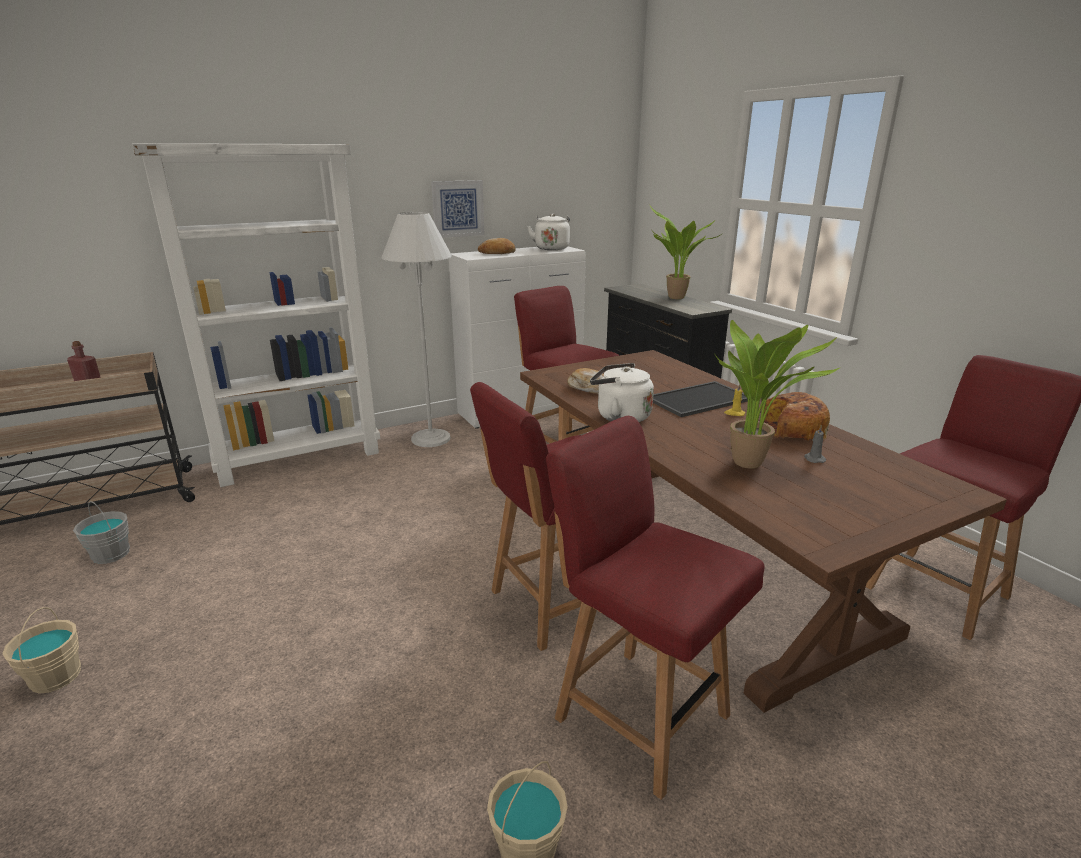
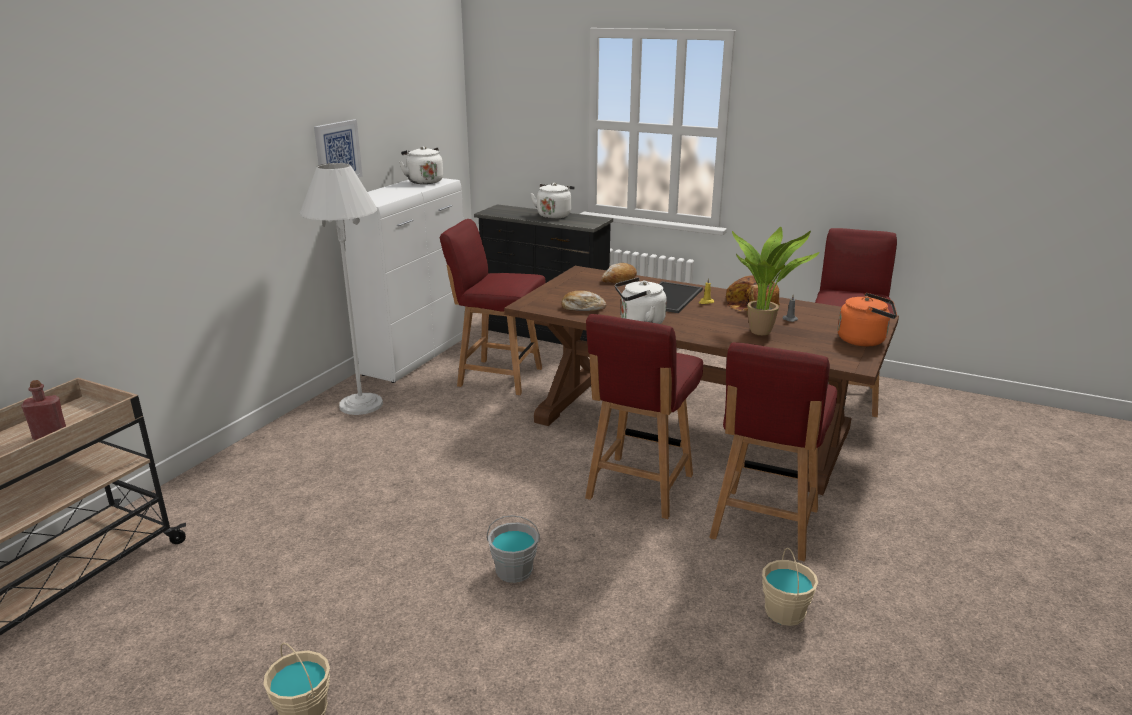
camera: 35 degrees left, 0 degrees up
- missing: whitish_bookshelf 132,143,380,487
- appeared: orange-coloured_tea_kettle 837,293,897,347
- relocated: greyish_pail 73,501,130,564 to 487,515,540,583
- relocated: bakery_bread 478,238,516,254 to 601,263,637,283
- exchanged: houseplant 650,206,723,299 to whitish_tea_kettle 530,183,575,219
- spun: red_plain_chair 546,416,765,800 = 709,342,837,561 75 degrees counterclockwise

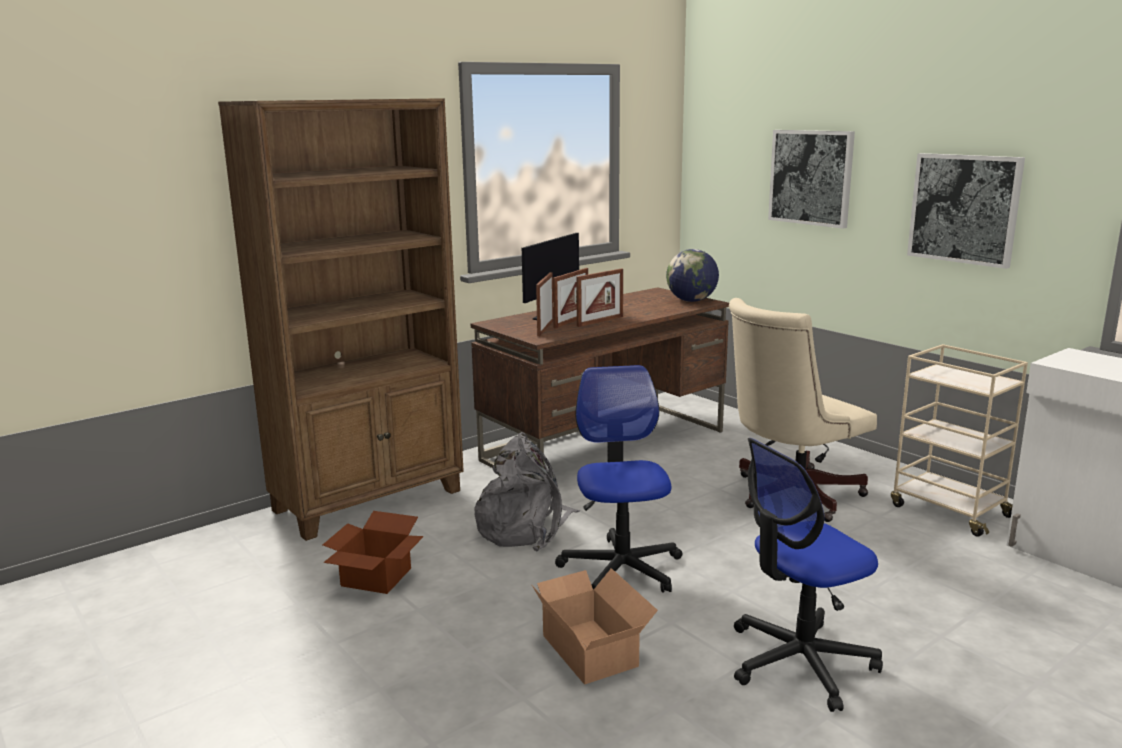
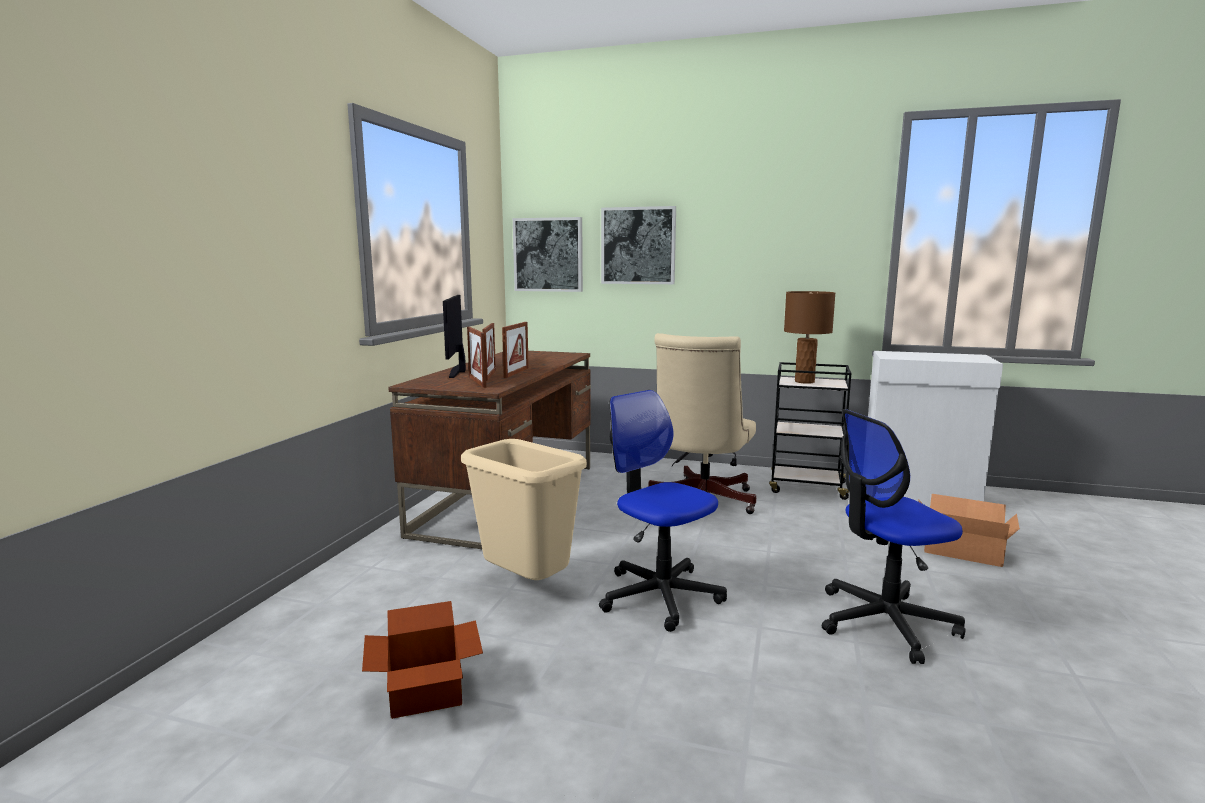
camera: 35 degrees left, 5 degrees down
- missing: brown_bookshelf 218,98,464,541
- missing: desk_globe 666,249,719,302
- appeared: brown_table_lamp 784,291,835,384
- relocated: cardboard_box 532,568,658,685 to 918,494,1020,567
- relocated: picture 907,153,1025,269 to 513,217,583,292
- exchanged: greyish_backpack 474,432,580,551 to beige-coloured_waste_bin 461,439,587,580
- colour: beige-coloured_trolley 891,344,1028,537 to blackish_trolley 769,362,852,500
- spun: computer_chair 734,438,883,712 = 822,409,965,664 45 degrees clockwise

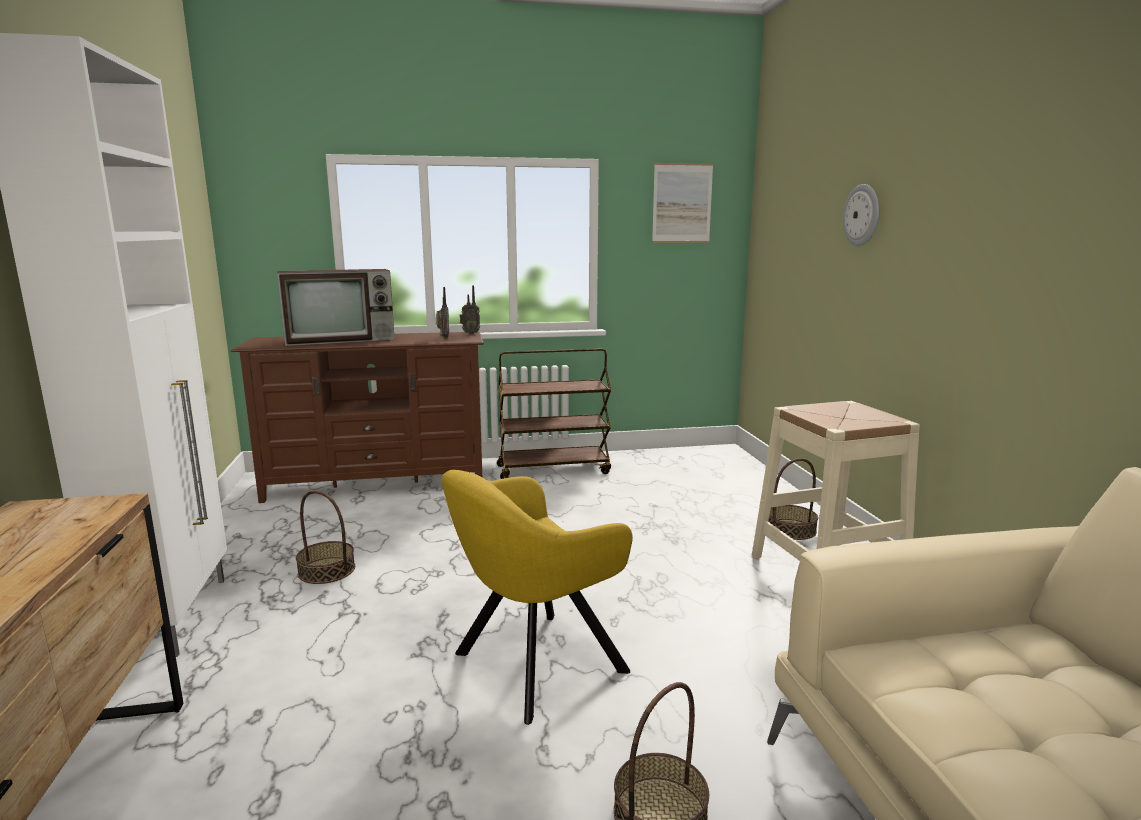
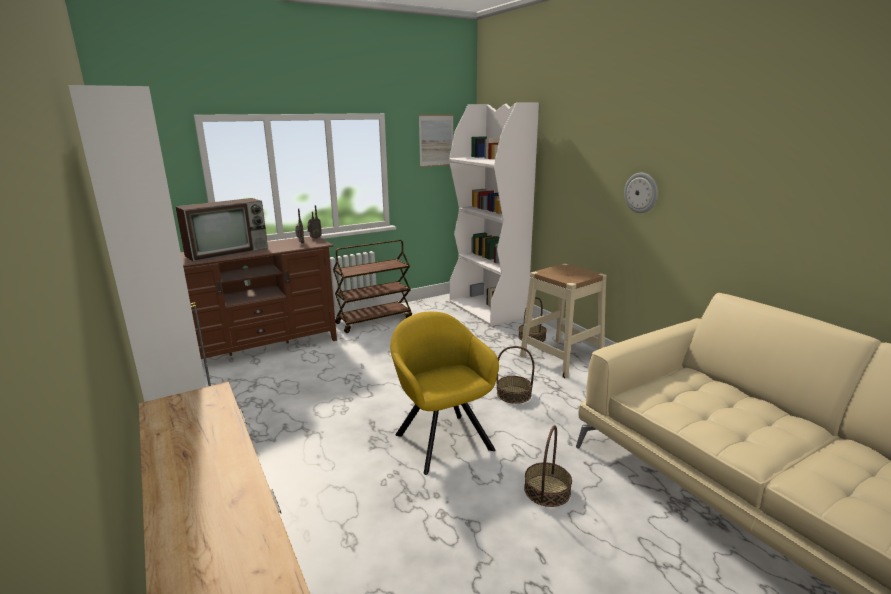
camera: 20 degrees left, 5 degrees up
- appeared: whitish_bookshelf 449,102,539,326
- relocated: household_basket 296,490,355,584 to 496,346,534,404
- relocated: clock_on_the_wall 843,184,879,246 to 624,173,658,213
- spun: yellow_easy_chair 441,470,633,725 = 390,312,499,475 120 degrees clockwise

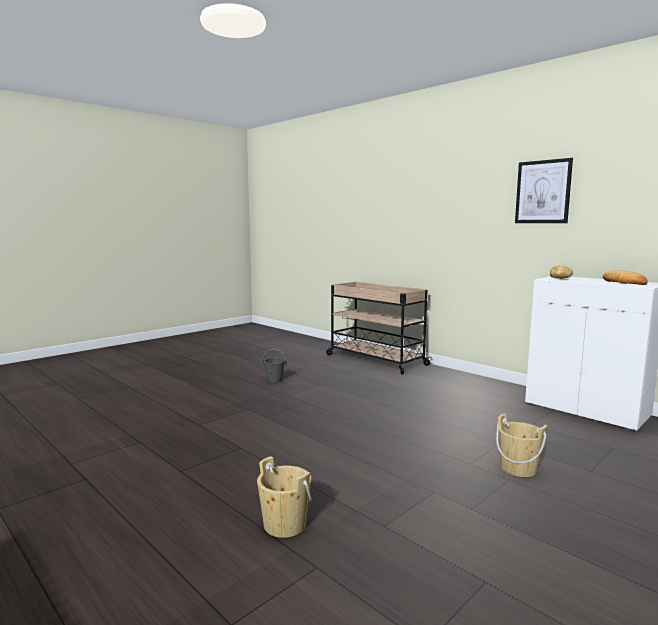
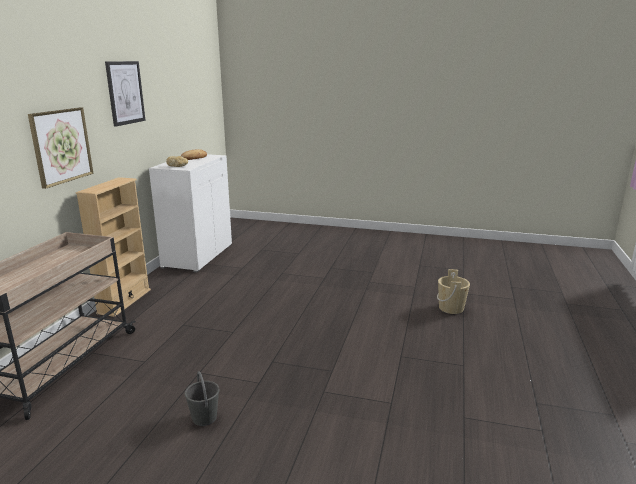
camera: 120 degrees left, 10 degrees up
- missing: beige-coloured_pail 496,413,547,477
- appeared: picture 28,107,93,189
- appeared: beige-coloured_bookshelf 76,177,151,317

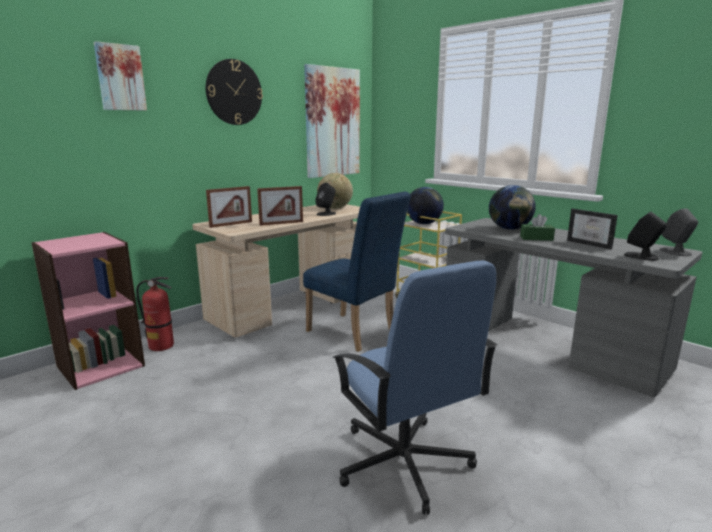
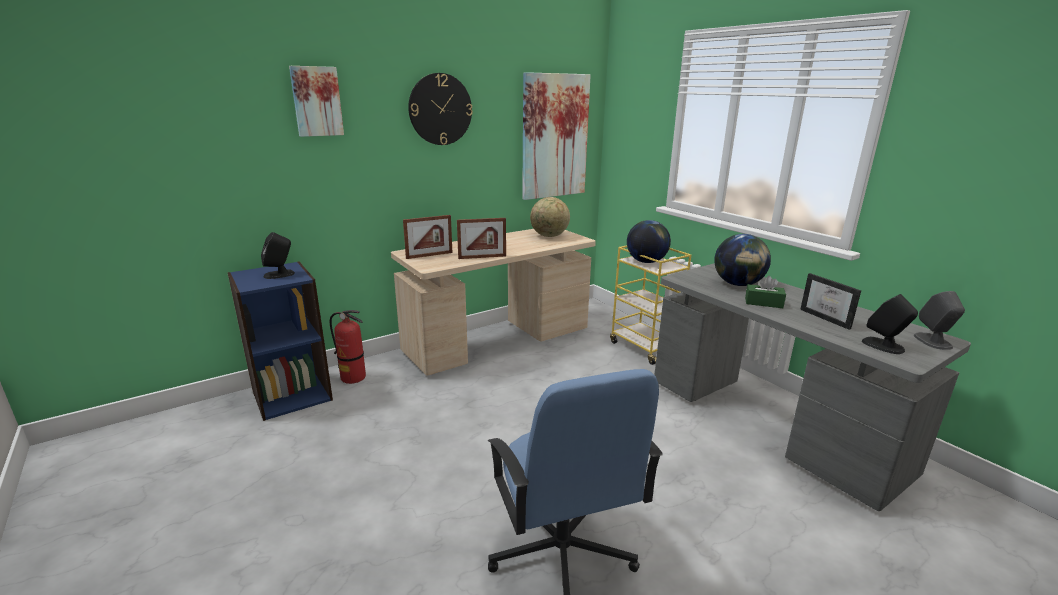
camera: 10 degrees right, 5 degrees up
- missing: bluish_plain_chair 303,192,411,352
- relocated: blackish_speaker 315,183,336,216 to 261,232,295,279
- colour: pinkish_bookshelf 31,232,145,390 to bluish_bookshelf 228,261,333,421

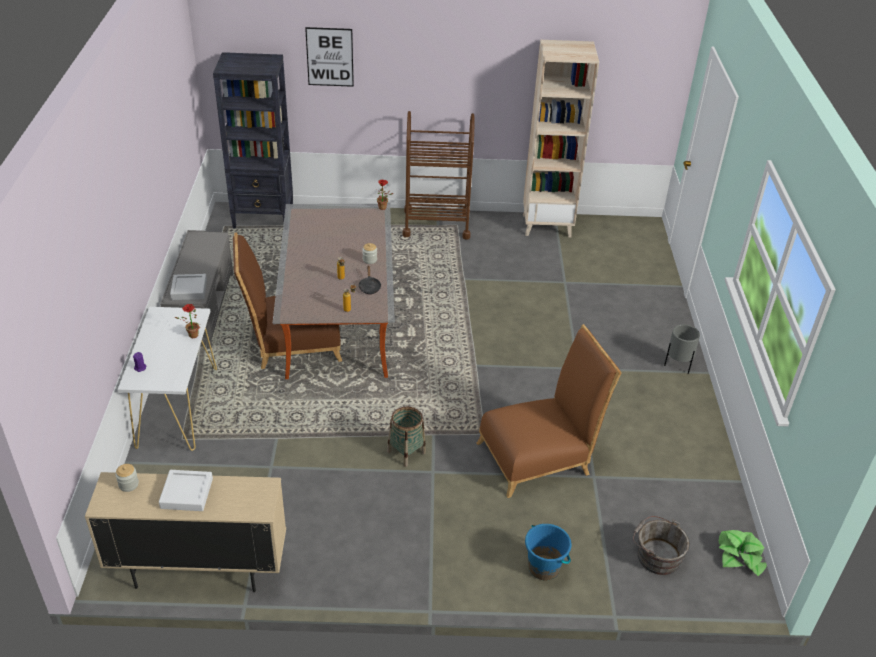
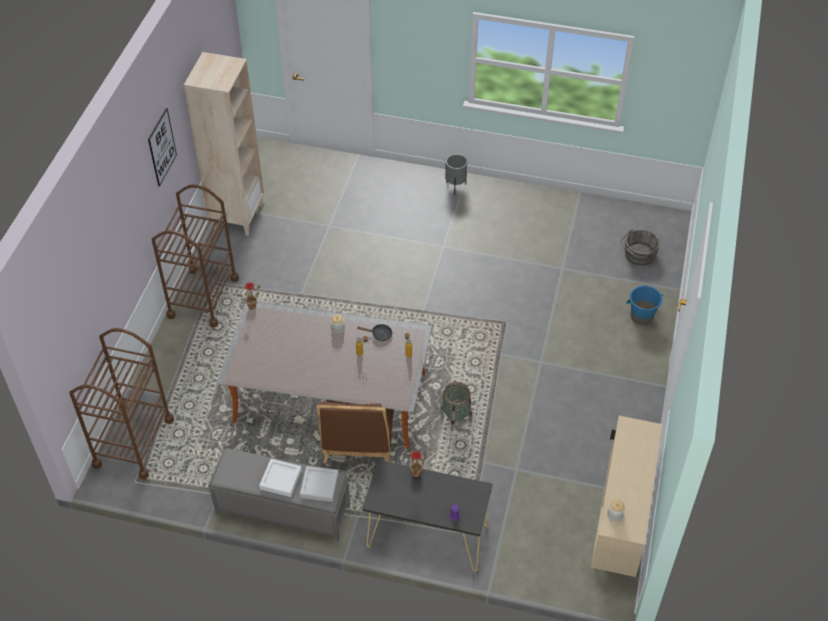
camera: 75 degrees left, 10 degrees up
- missing: brown_plain_chair 477,324,621,498
- missing: houseplant 719,530,767,576
- relocated: whitish_serving_tray 159,470,213,511 to 259,459,302,497
- relocated: picture 305,27,354,87 to 148,108,177,186
- relocated: household_basket 387,407,426,467 to 440,382,472,430
- exchanged: blackish_bookshelf 213,52,293,228 to brown_trolley 69,328,174,479
- colour: whitish_narrow_table 118,307,217,451 to blackish_narrow_table 362,459,493,572

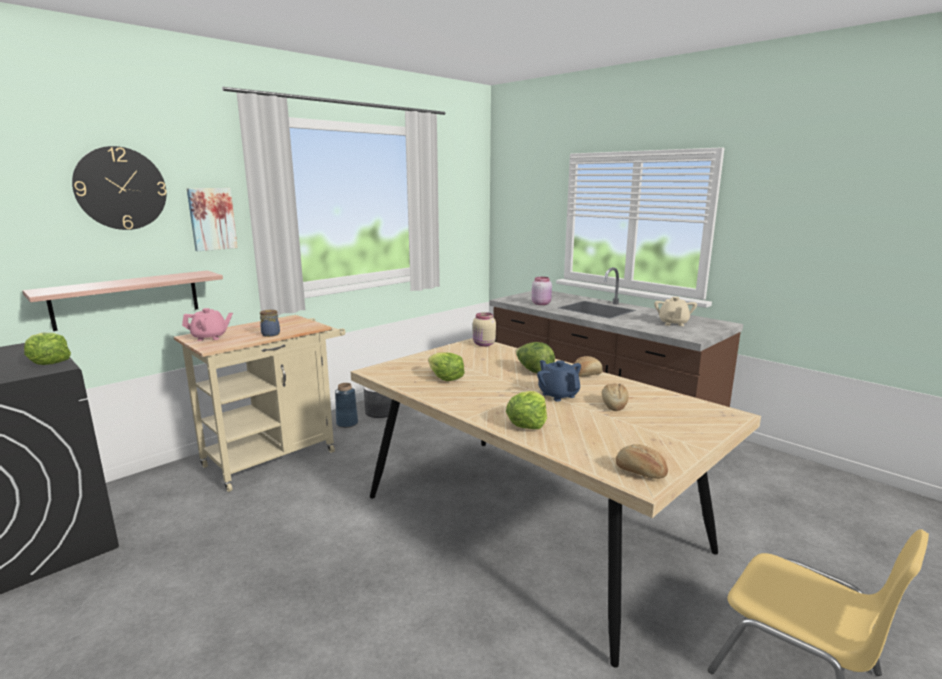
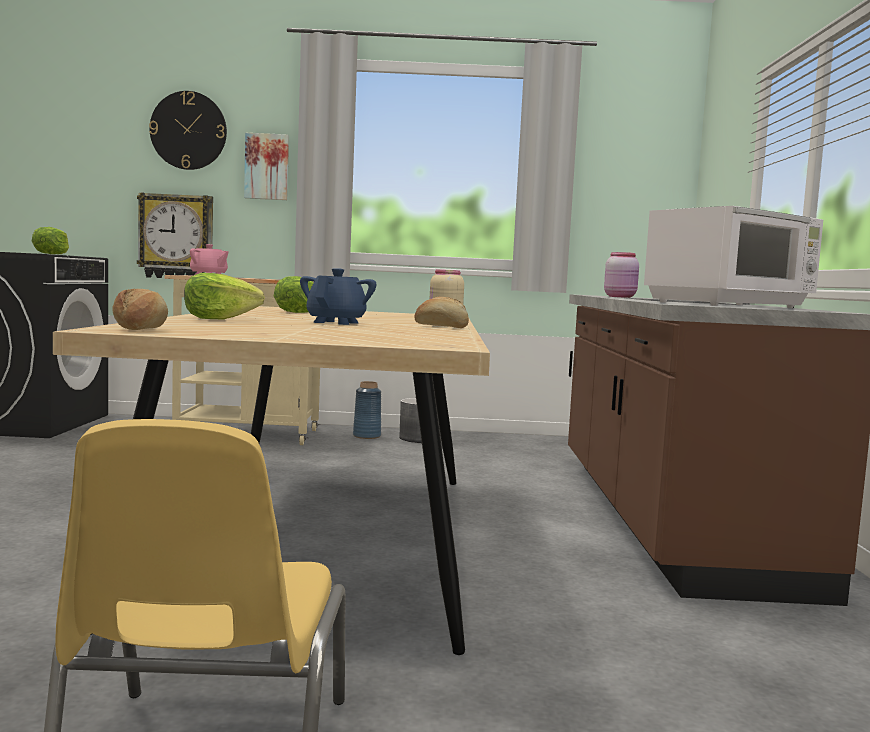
camera: 45 degrees right, 10 degrees down
- missing: preserve_jar 260,310,280,337
- missing: lettuce 515,342,555,373
- missing: bakery_bread 602,384,629,411
- exchanged: wall_shelf 22,270,223,331 to clock_on_the_wall 137,192,213,278
- exchanged: beige-coloured_teapot 654,297,697,326 to whitish_microwave_oven 644,206,823,308

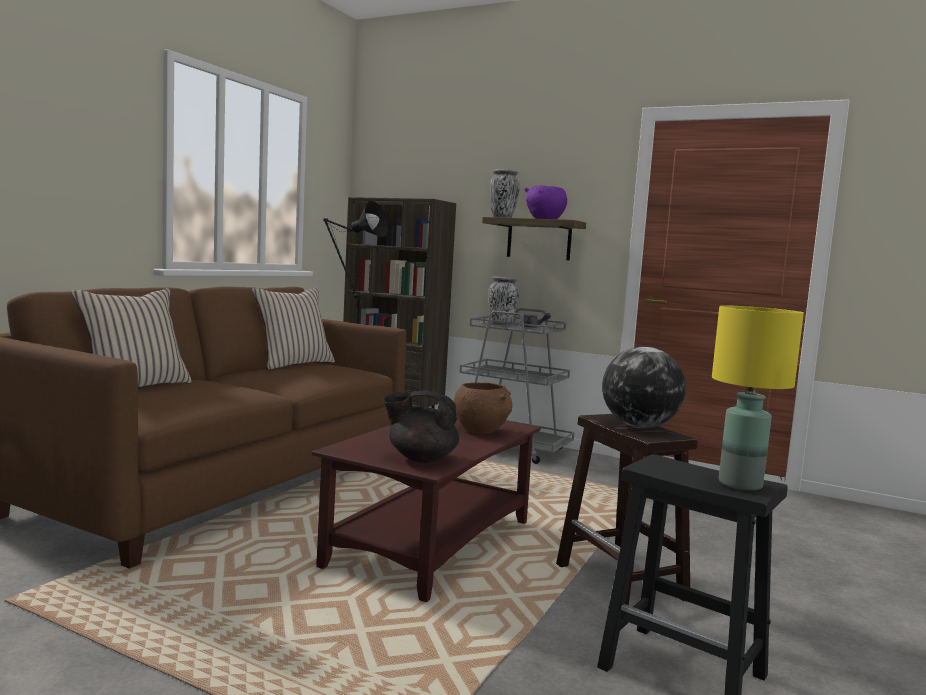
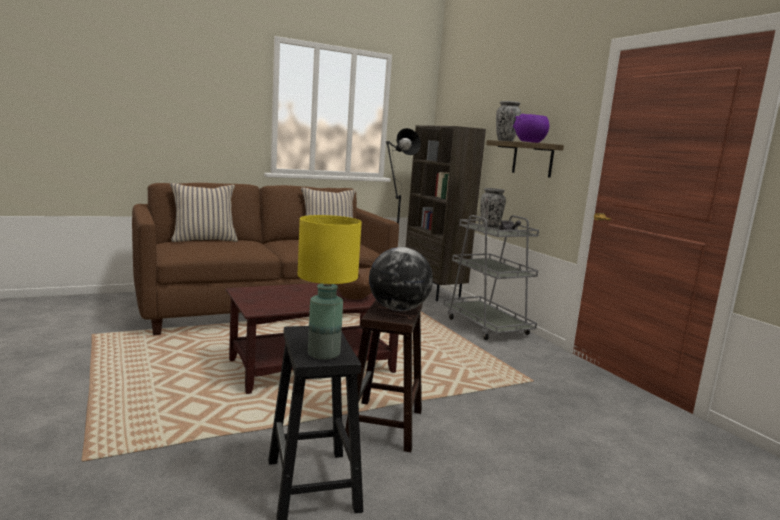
camera: 35 degrees right, 5 degrees up
- missing: blackish_teapot 383,391,459,463

